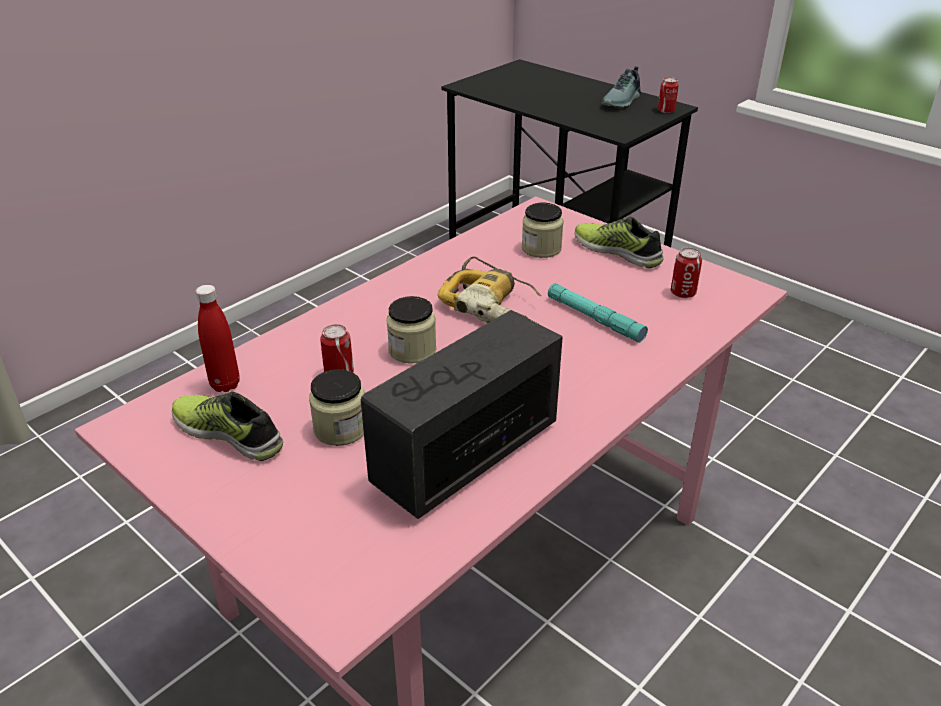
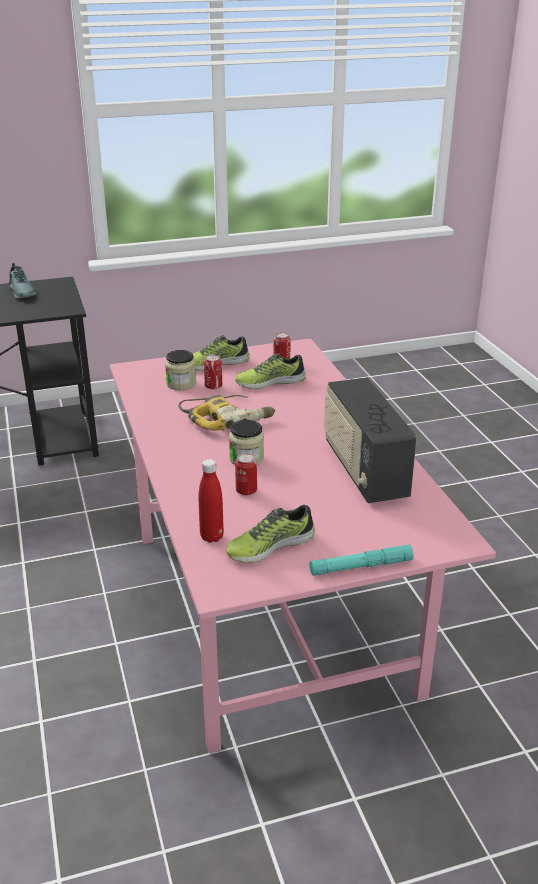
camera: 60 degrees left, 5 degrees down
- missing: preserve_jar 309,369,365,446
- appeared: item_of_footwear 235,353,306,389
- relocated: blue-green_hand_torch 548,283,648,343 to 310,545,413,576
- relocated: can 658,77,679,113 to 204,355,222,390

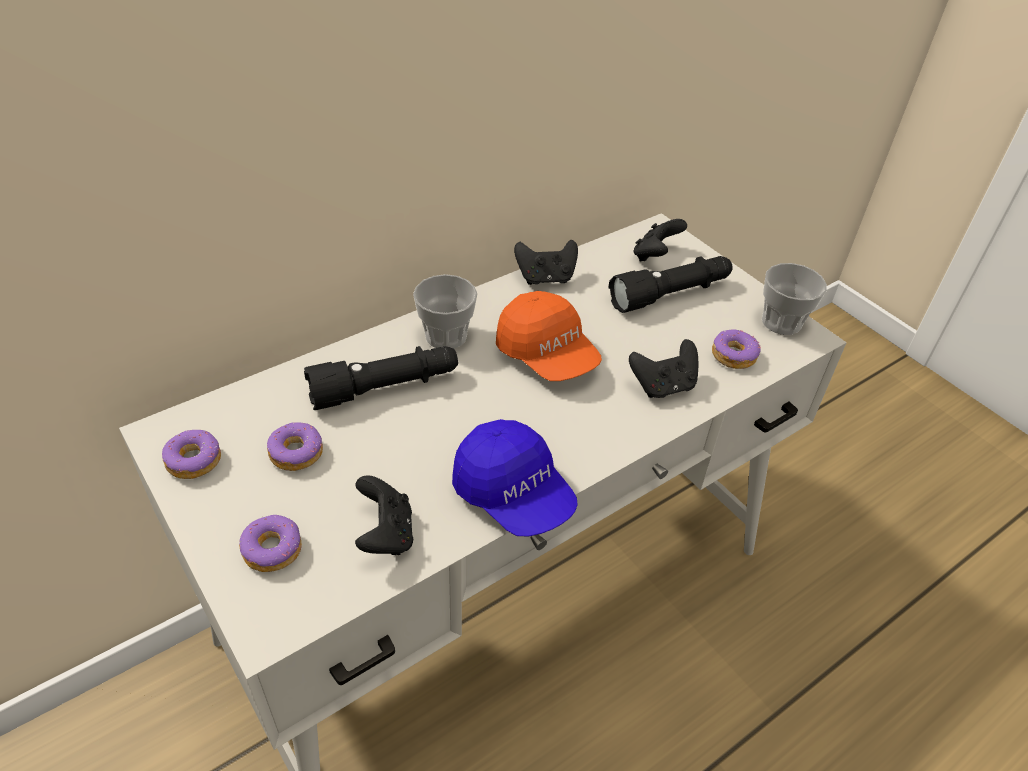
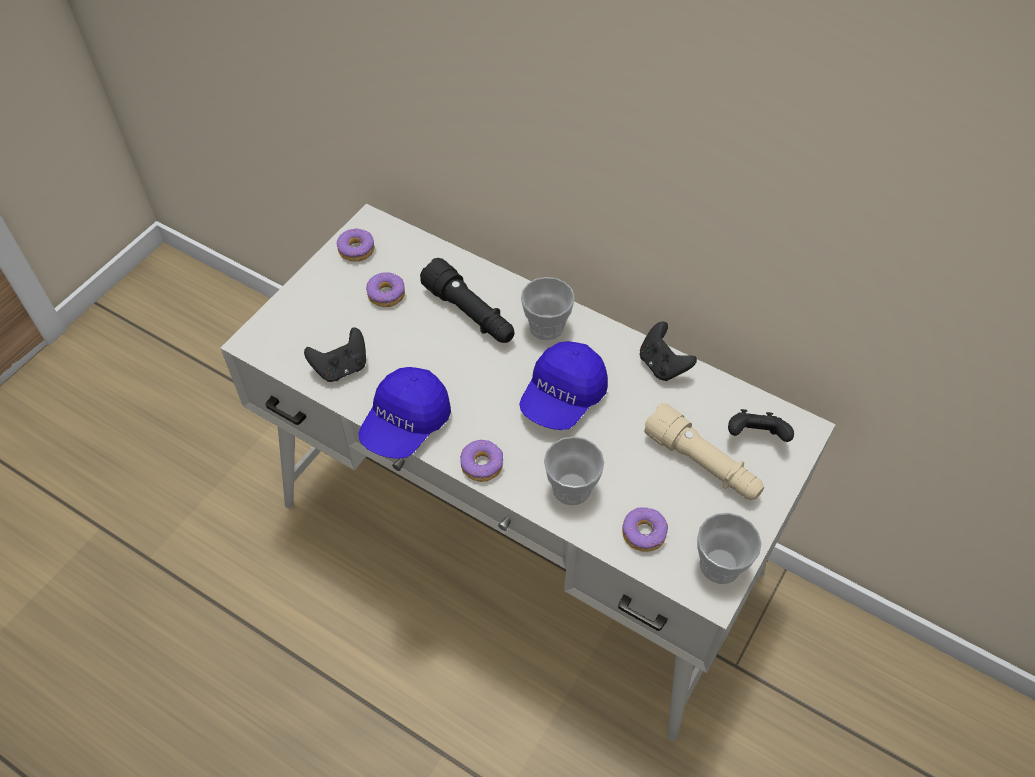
camera: 70 degrees right, 10 degrees up
- relocated: donut 239,515,302,572 to 460,440,503,482
- exchanged: blackish_joypad 629,339,698,398 to drinking_cup 544,436,604,505
- colour: orange-coloured_cap 496,291,602,381 to bluish_cap 519,341,608,430
- colour: blackish_hand_torch 609,256,733,313 to beige-coloured_hand_torch 643,403,764,500

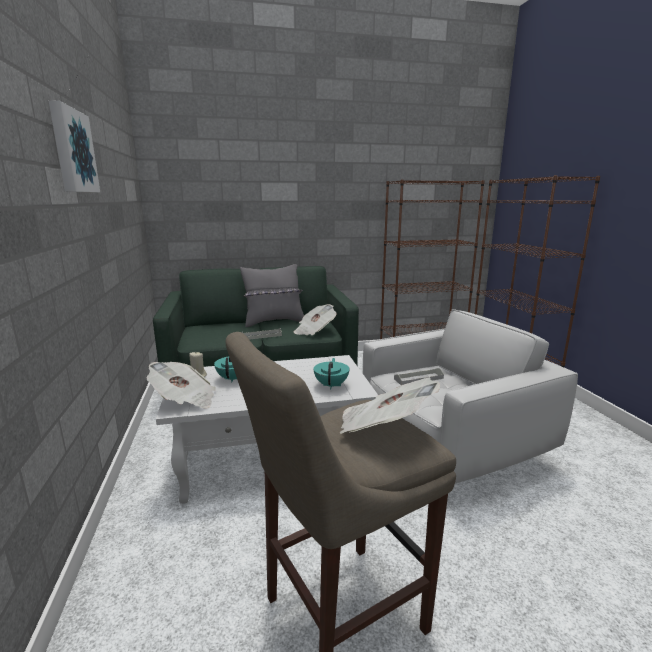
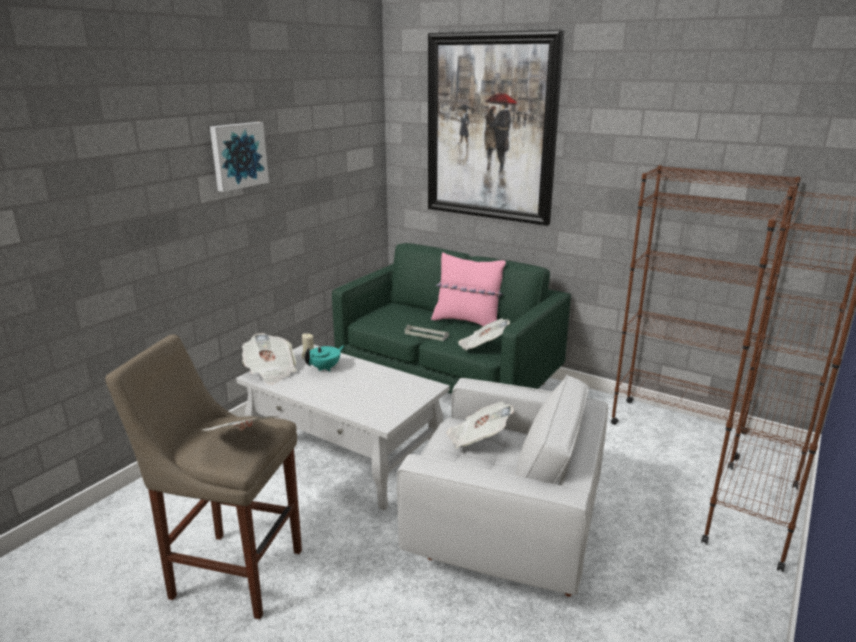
camera: 45 degrees right, 5 degrees up
- missing: blue-green_teapot 314,358,349,389
- appeared: picture 428,30,564,226
- exchanged: greyish_serving_tray 394,368,444,385 to newspaper 446,401,514,448
- colour: greyish_throw_pillow 240,264,304,327 to pinkish_throw_pillow 431,252,506,326

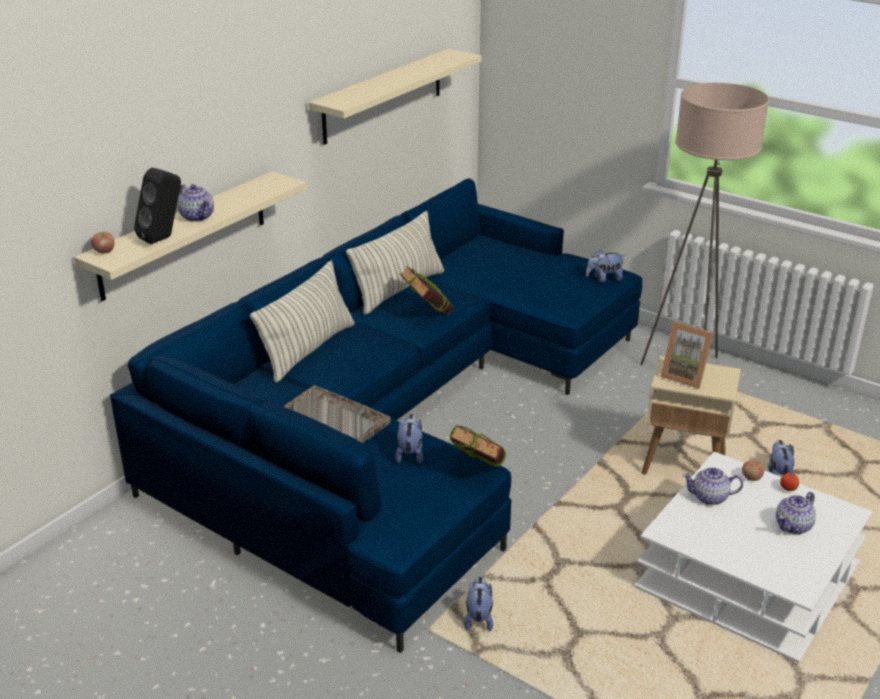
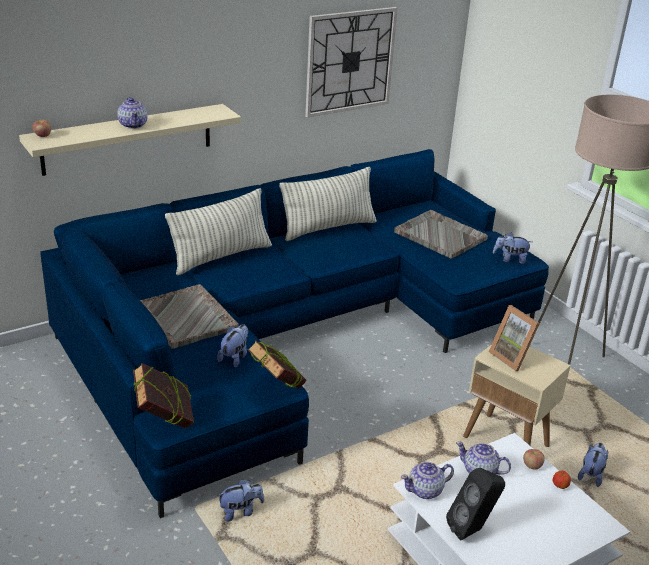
camera: 20 degrees right, 0 degrees up
- appeared: greyish_serving_tray 394,210,488,259
- relocated: blackish_speaker 134,168,181,244 to 446,468,505,540
- relocated: book 400,266,454,315 to 133,363,194,428
- relocated: teapot 776,492,816,534 to 401,461,454,499
- exchanged: beige-coloured_wall_shelf 309,49,481,145 to clock_on_the_wall 305,7,397,118
- spun: soft_toy 464,576,493,631 = 217,479,264,522 45 degrees clockwise

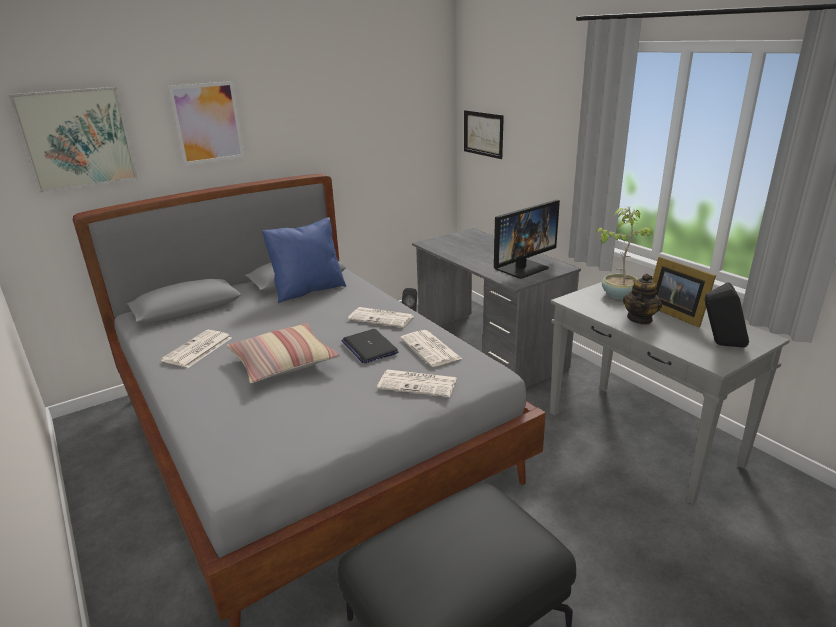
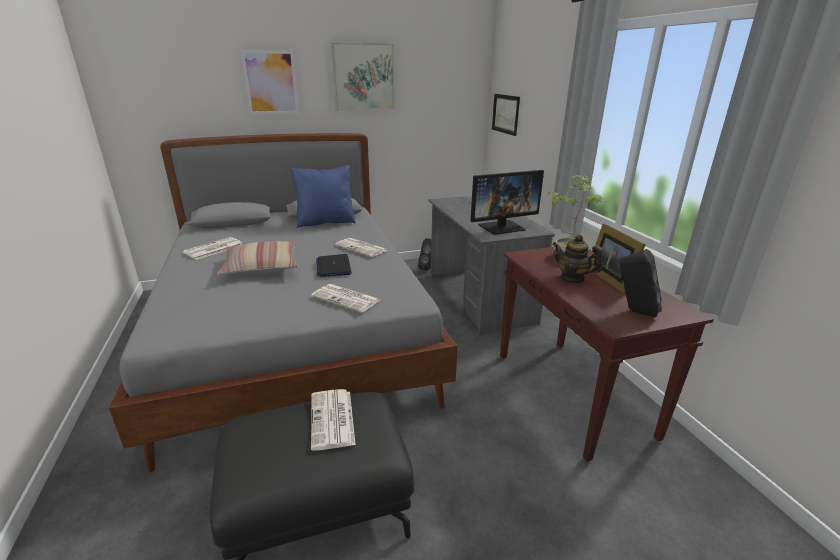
camera: 15 degrees right, 0 degrees up
- relocated: picture 8,87,138,193 to 331,42,395,111
- relocated: newspaper 400,330,462,367 to 311,389,356,451
- colour: greyish_narrow_table 550,282,790,505 to brown_narrow_table 500,247,714,462
- spun: teapot 623,273,662,324 = 552,235,603,284 75 degrees clockwise

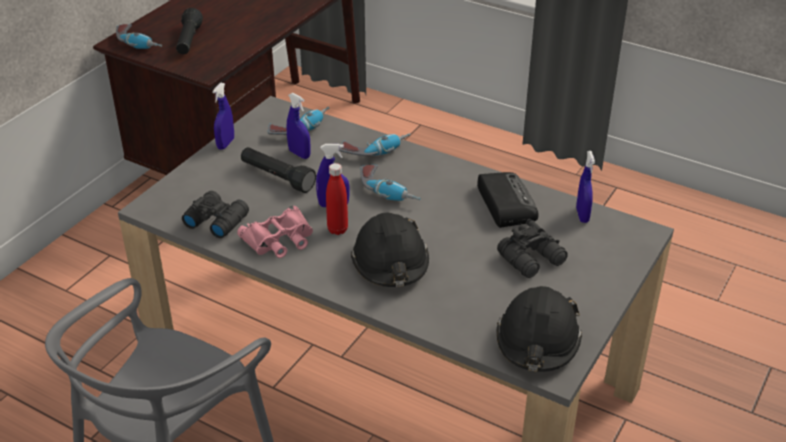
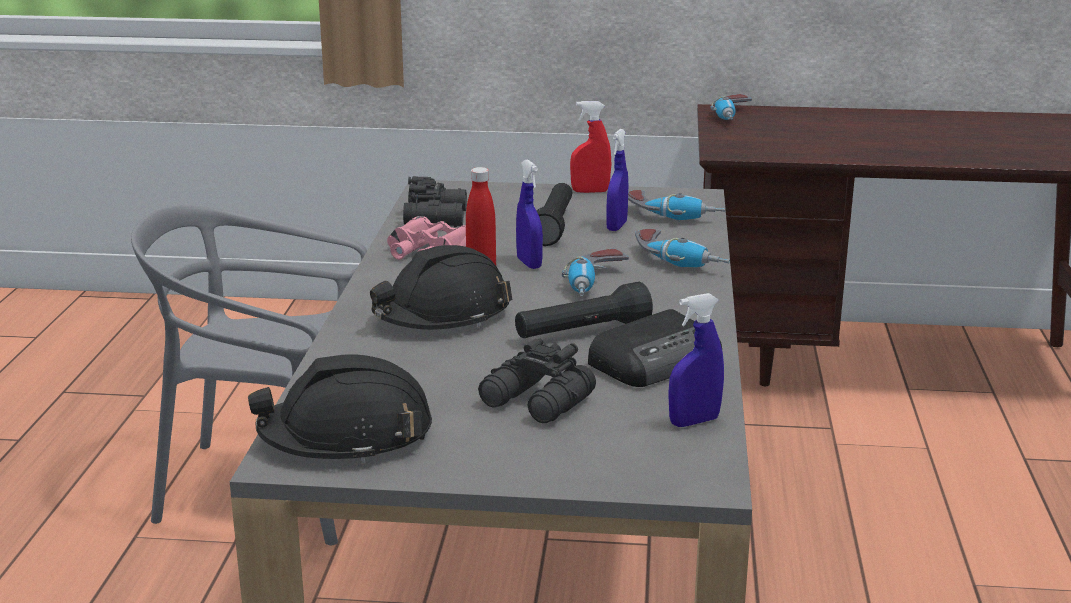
camera: 65 degrees right, 15 degrees down
- relocated: blackish_hand_torch 176,8,203,54 to 515,282,653,338
- colour: bluish_hand_sprayer 212,83,234,150 to red_hand_sprayer 570,101,611,193

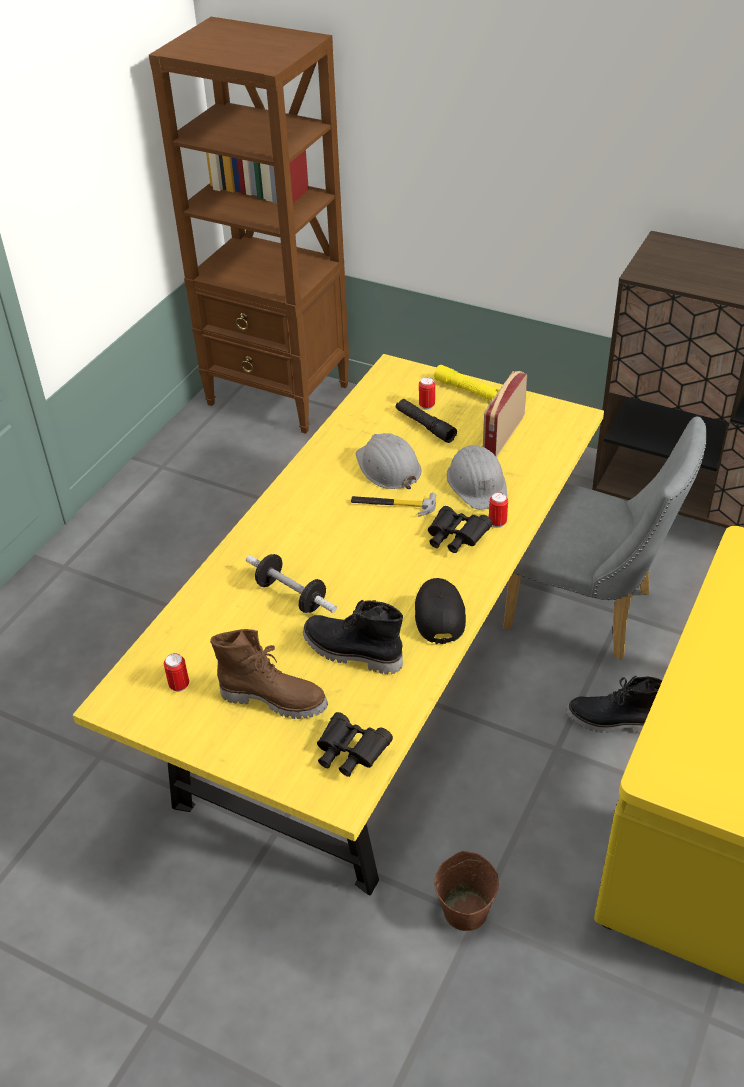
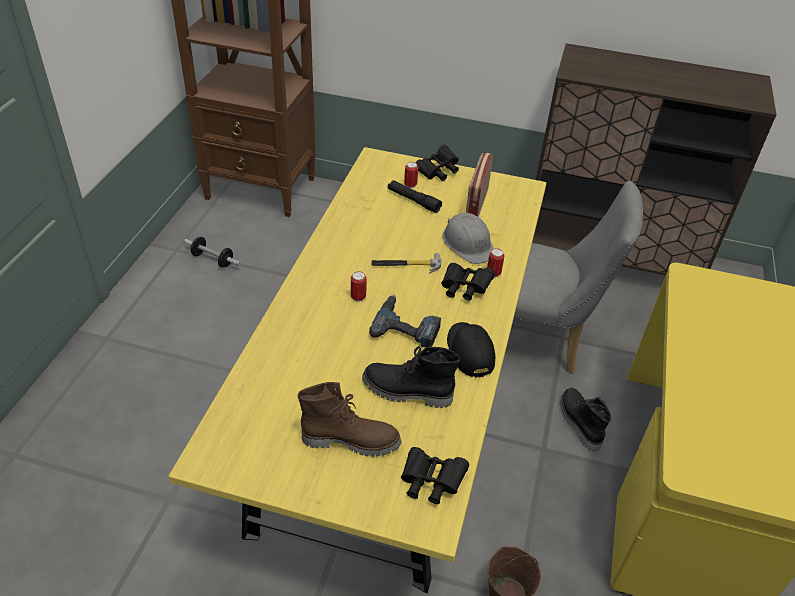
camera: 15 degrees left, 0 degrees up
- missing: greyish_work_helmet 356,433,421,489
- appeared: drill 369,295,441,347
- relocated: can 164,653,189,692 to 351,271,367,302
- relocated: hand_weight 246,554,337,613 to 184,237,240,268
- exchanged: yellow_hand_torch 434,365,499,401 to blackish_binoculars 415,145,459,181
- spun: blackish_boot 566,676,662,734 = 561,388,611,451 75 degrees clockwise

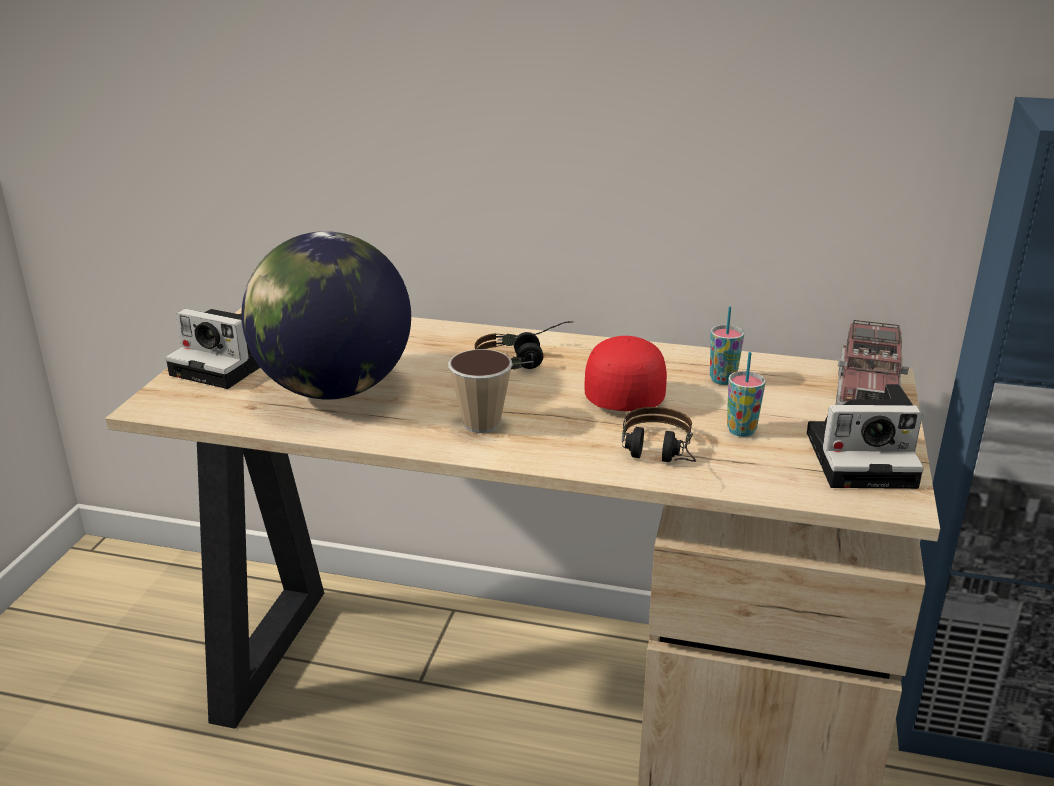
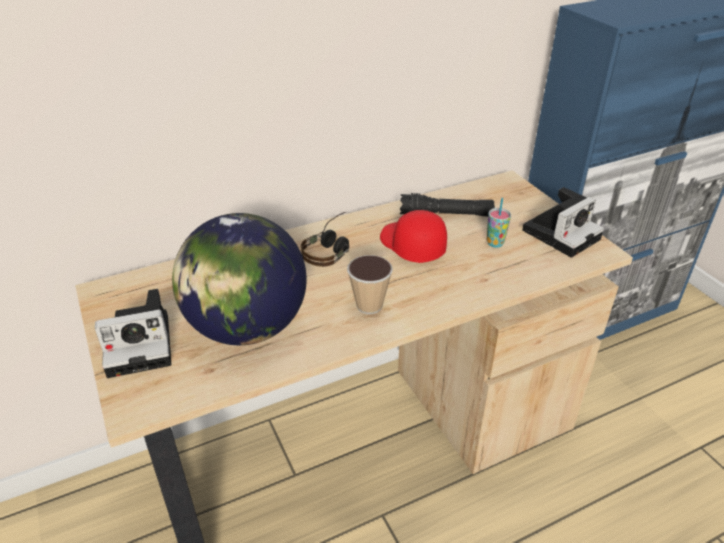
camera: 40 degrees left, 10 degrees up
- missing: pair_of_headphones 622,407,696,462
- missing: toy_truck 836,320,909,405
- exchanged: drinking_cup 710,306,744,385 to blackish_hand_torch 400,193,495,217

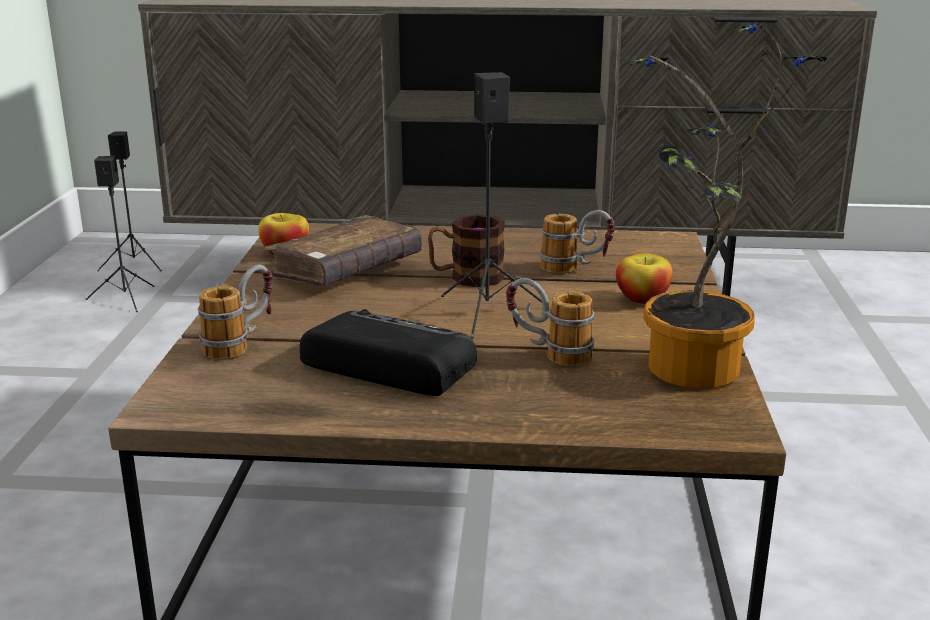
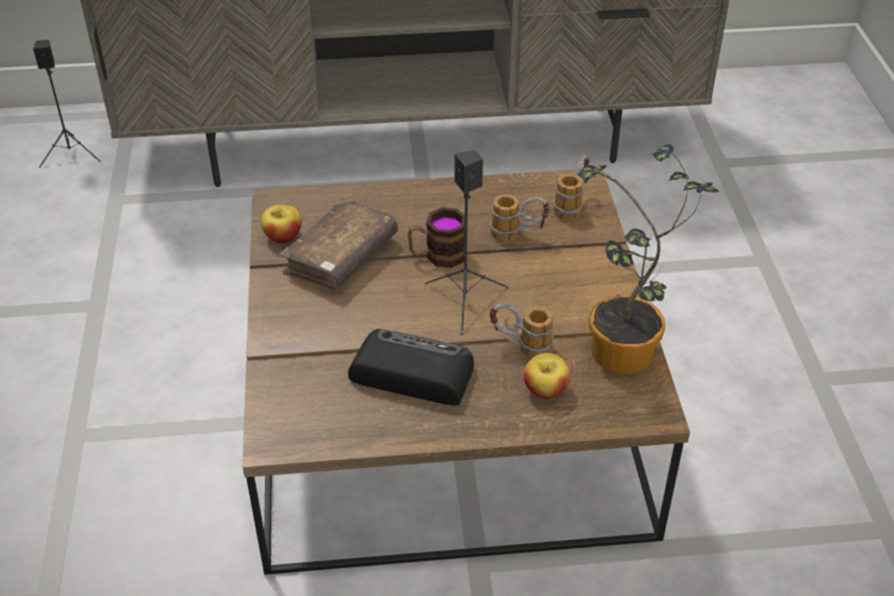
camera: 10 degrees left, 20 degrees up
- missing: blackish_speaker 86,156,155,312
- relocated: mug 198,265,273,360 to 553,155,590,221
- relocated: apple_fruit 616,253,673,304 to 523,353,571,399

